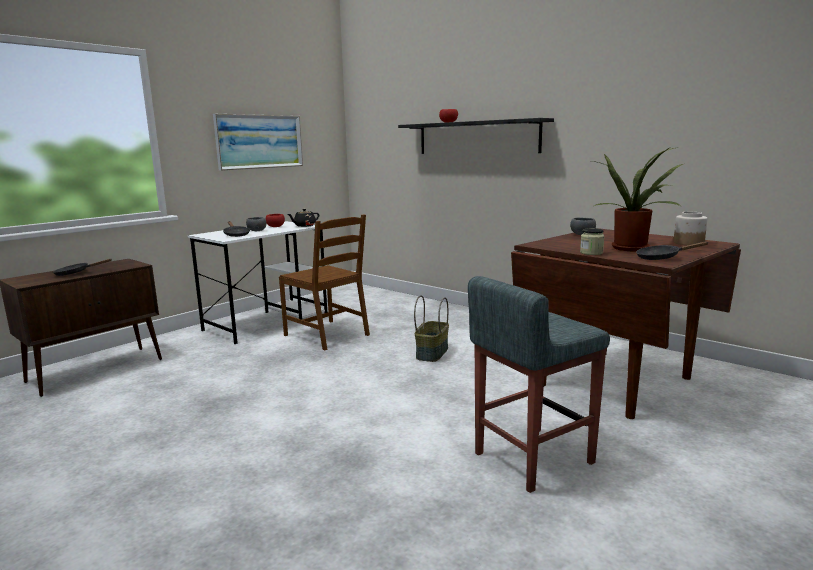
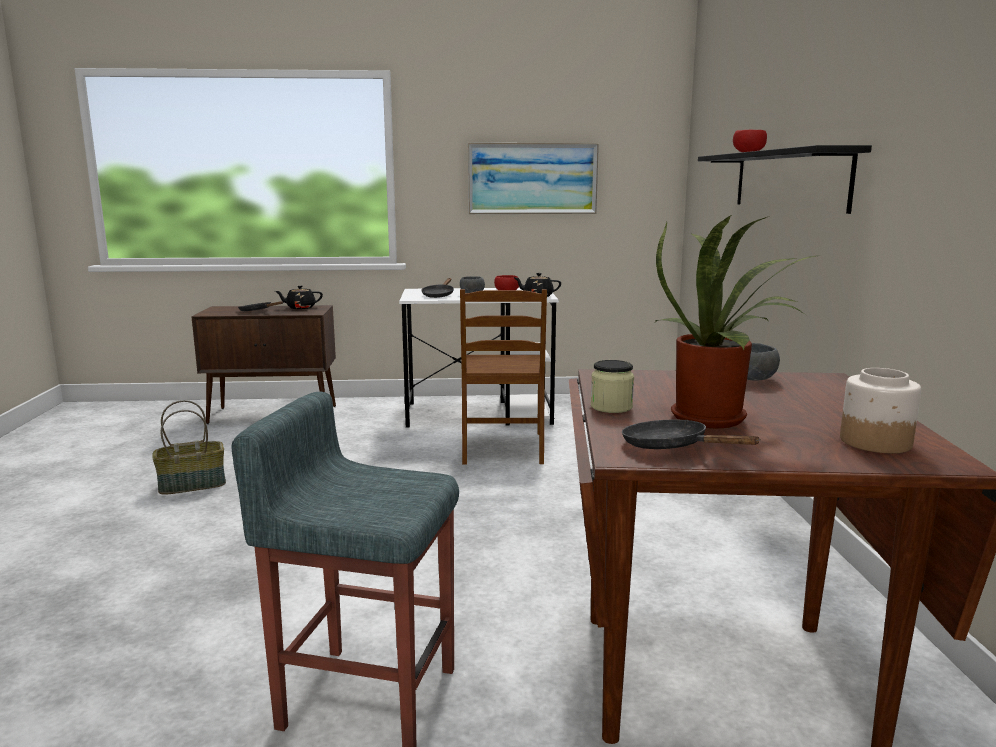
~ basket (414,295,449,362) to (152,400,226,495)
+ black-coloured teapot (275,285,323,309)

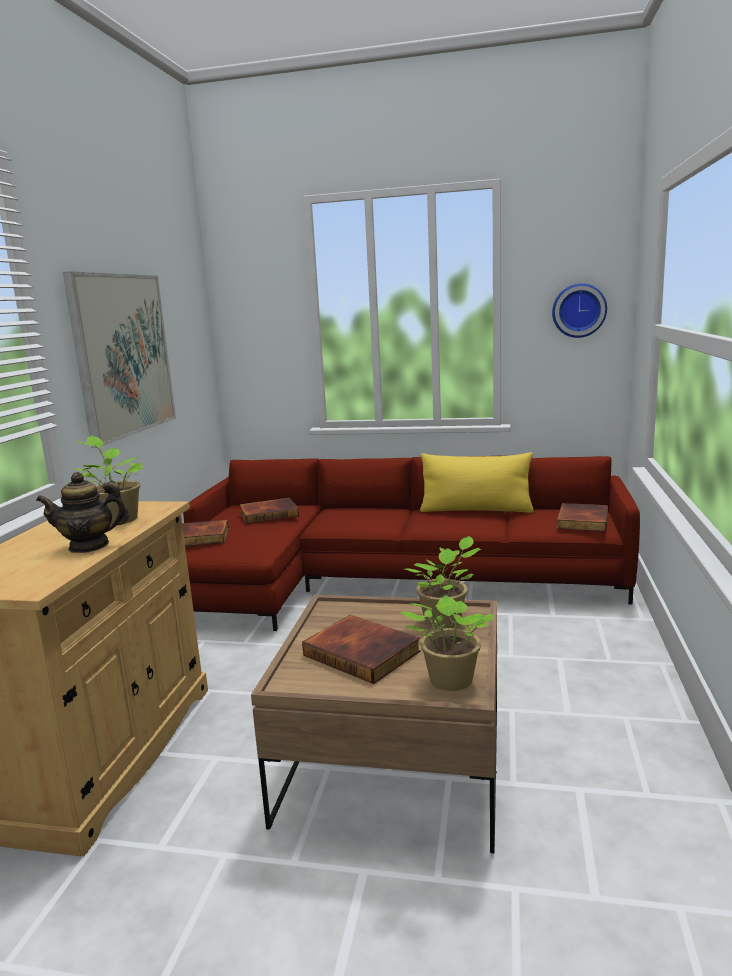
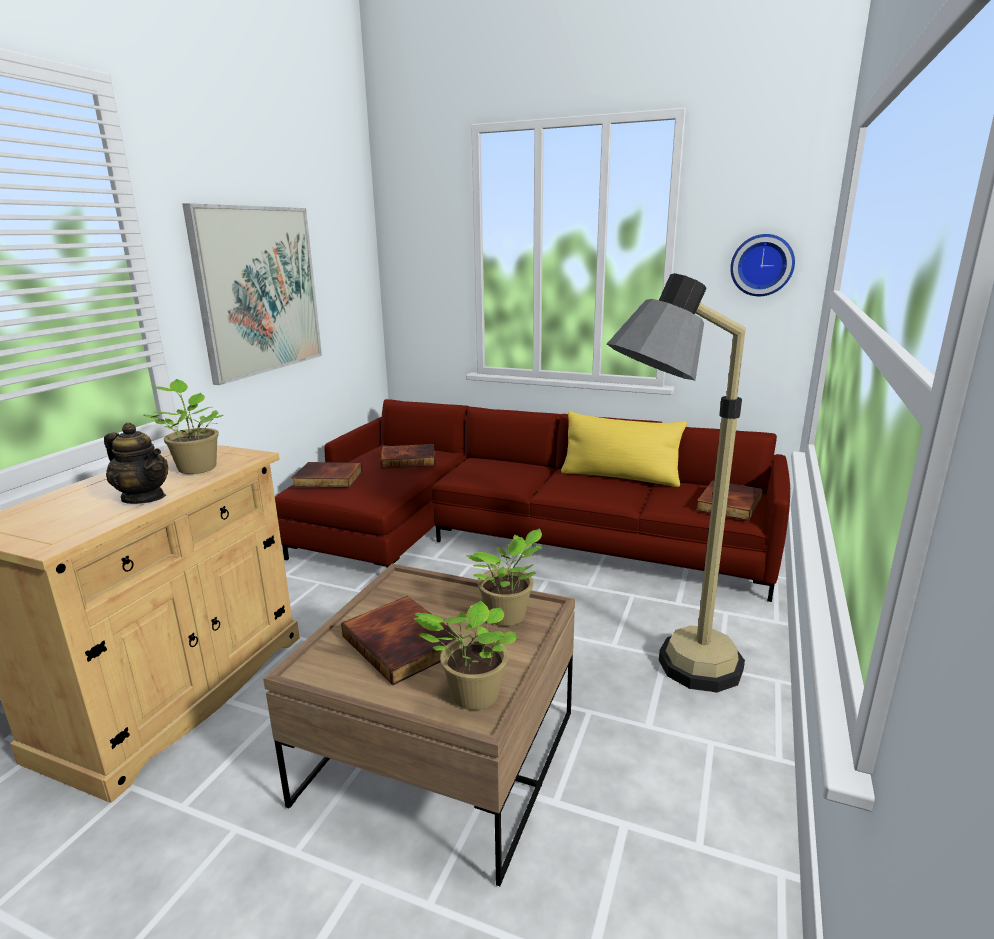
~ teapot (36,472,130,553) = (104,423,168,504) 150 degrees counterclockwise
+ standard lamp (607,273,746,693)

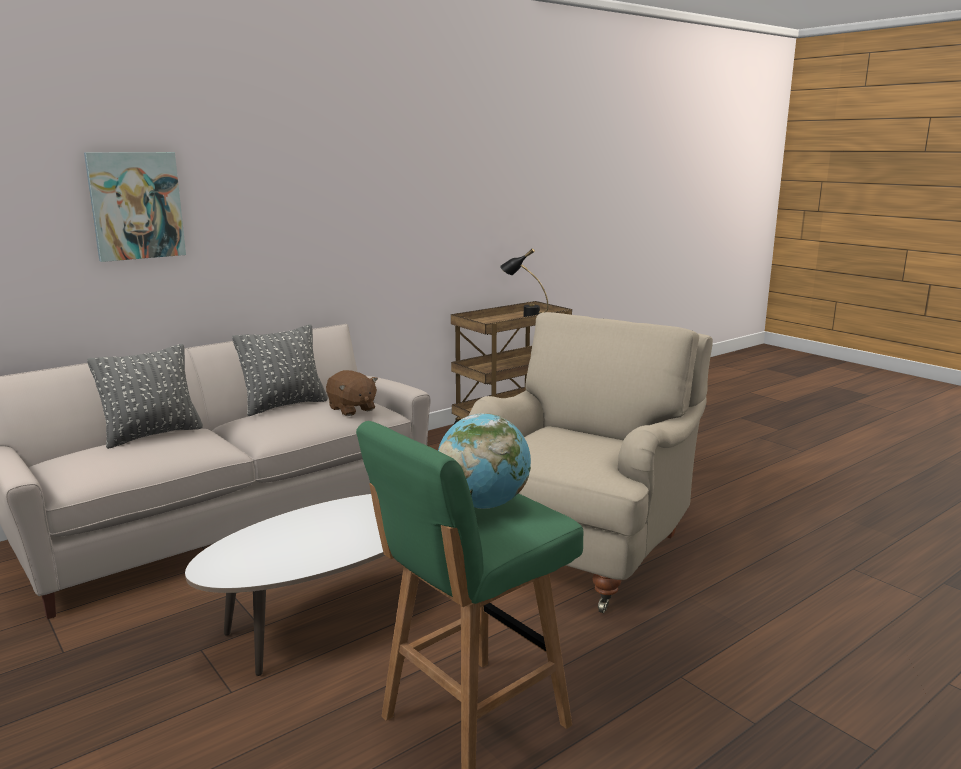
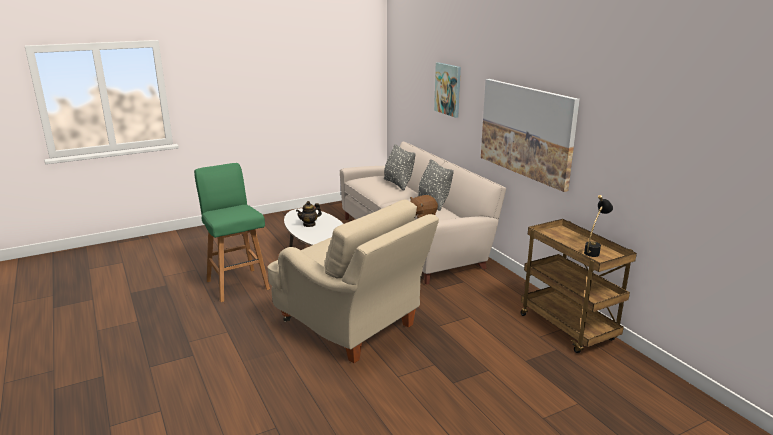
- desk globe (438,413,531,509)
+ picture (481,79,580,192)
+ teapot (296,201,322,227)

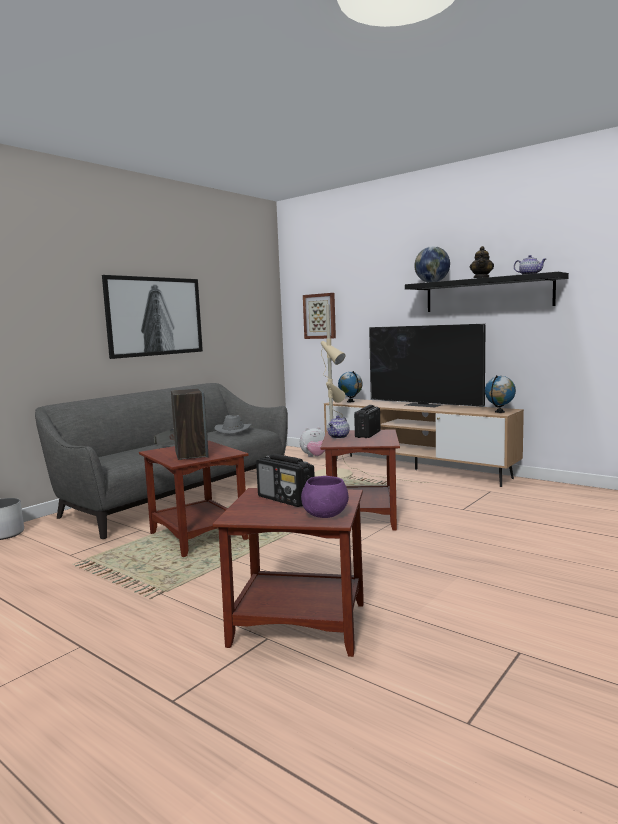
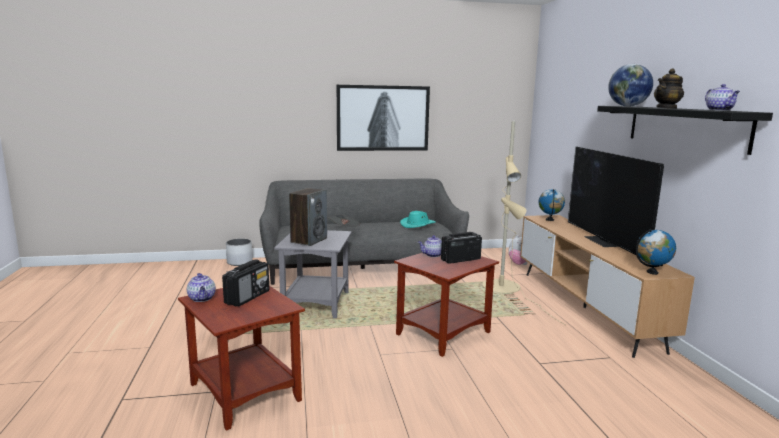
- picture (303,293,336,339)
~ greyish clothing hat (215,415,252,434) to turquoise-coloured clothing hat (400,211,436,228)
~ brownish end table (139,441,249,557) to greyish end table (274,230,352,318)
~ radio set (256,454,315,507) = (222,259,269,306) 150 degrees counterclockwise
- purple serving bowl (301,476,349,518)
+ teapot (187,273,216,302)

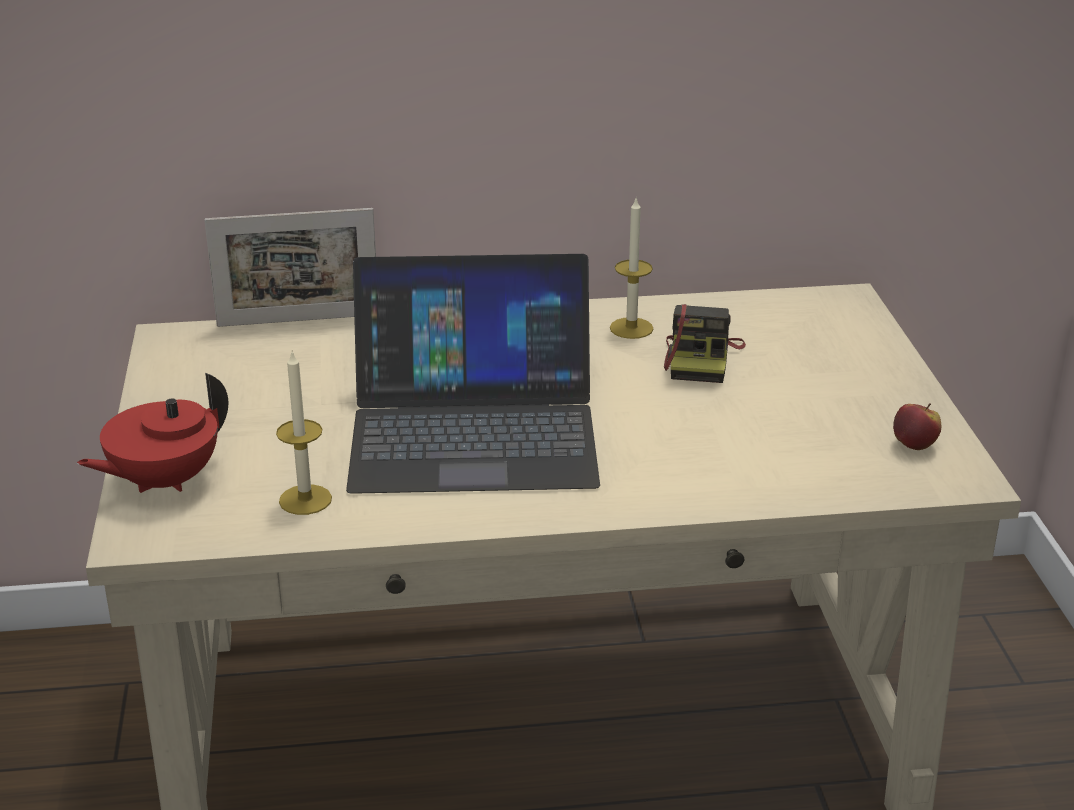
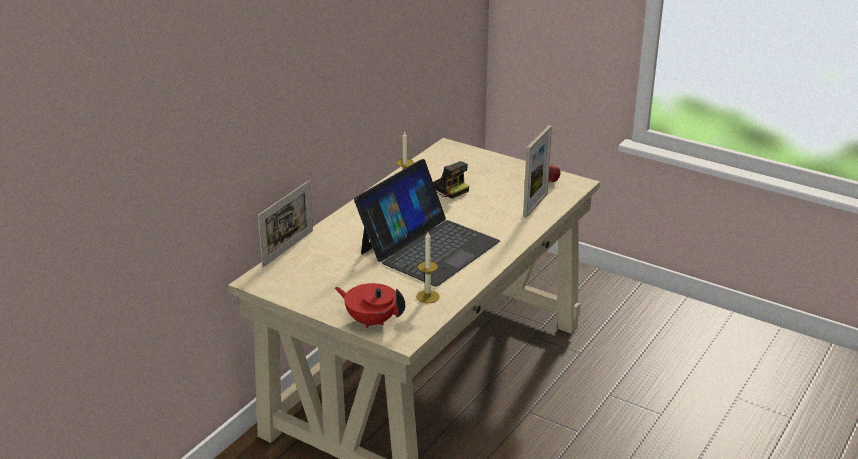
~ red teapot (77,373,228,493) = (335,283,405,328) 120 degrees clockwise
+ standing frame (523,125,552,218)

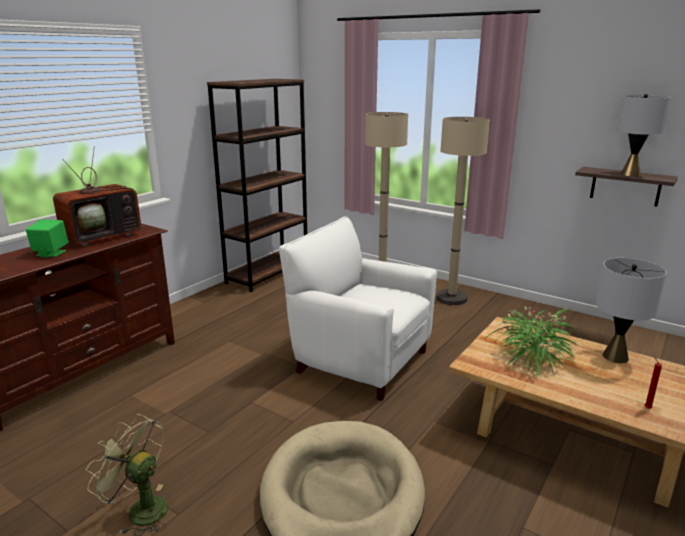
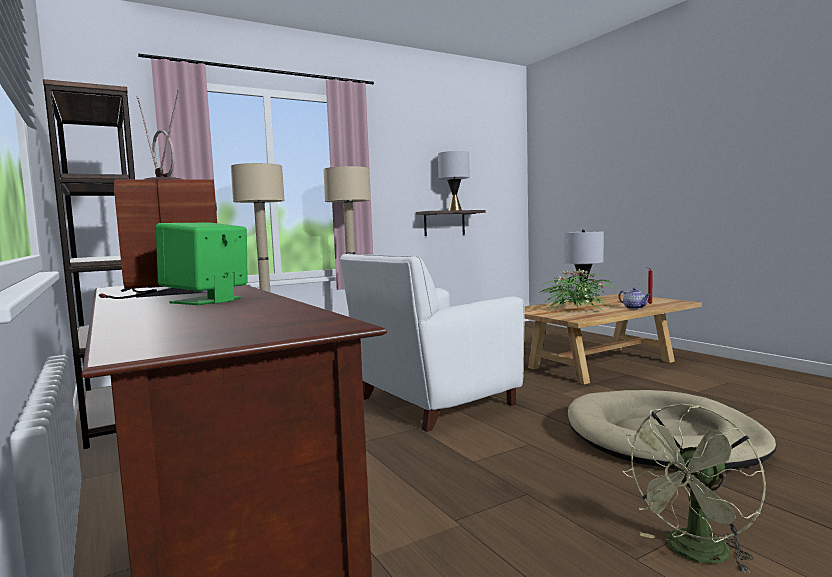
+ teapot (619,288,651,309)

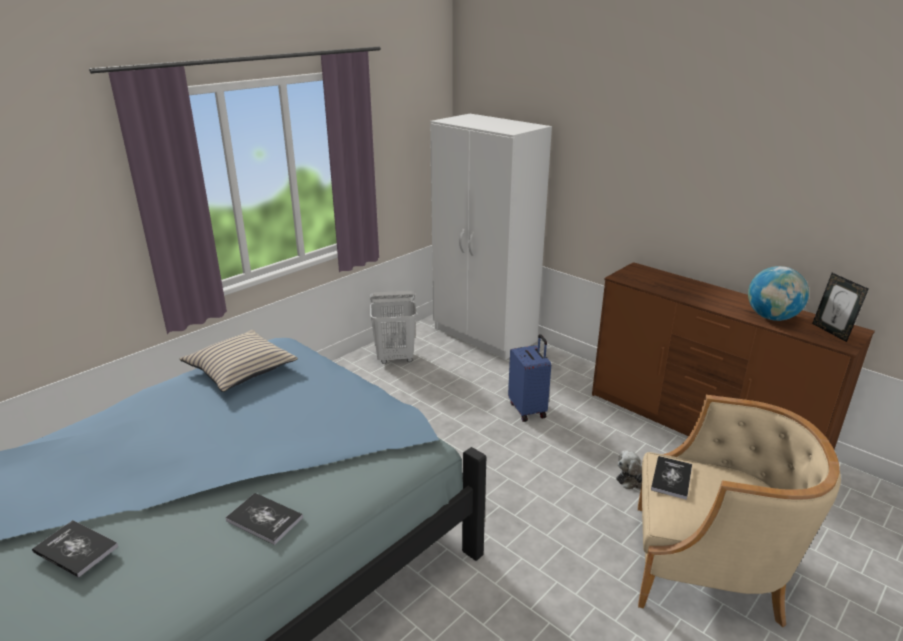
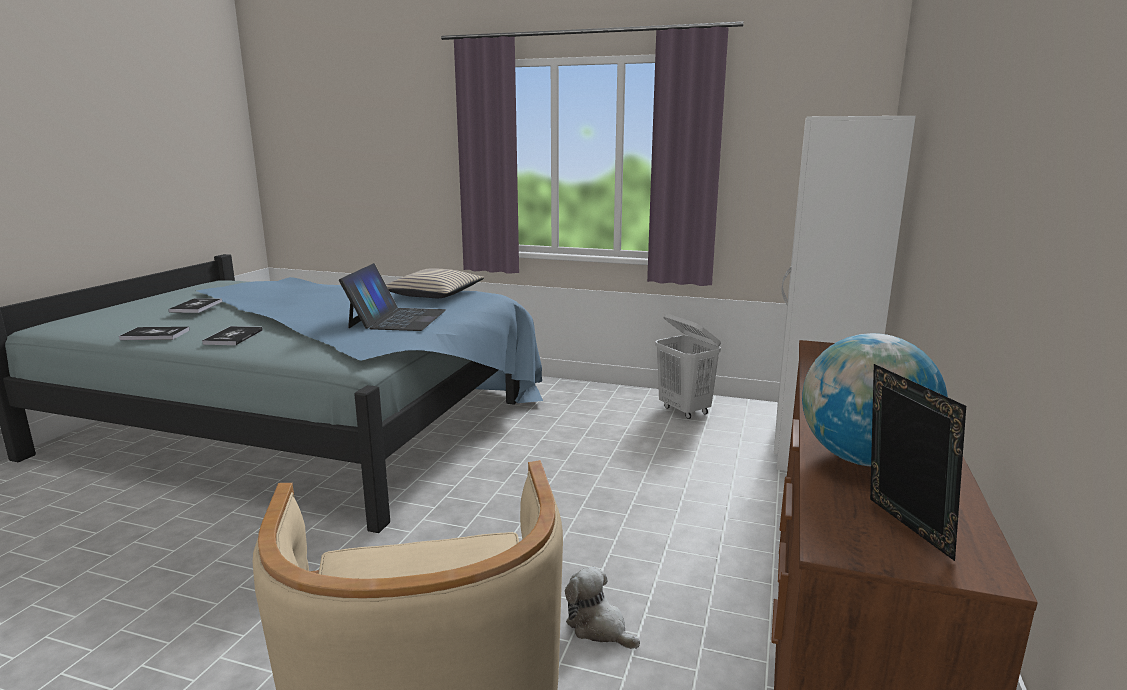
~ standing frame (812,273,869,342) = (870,364,966,561) 120 degrees clockwise
- blue-coloured suitcase (508,334,551,422)
~ book (651,456,692,500) to (119,327,189,340)
+ notebook computer (339,263,446,331)

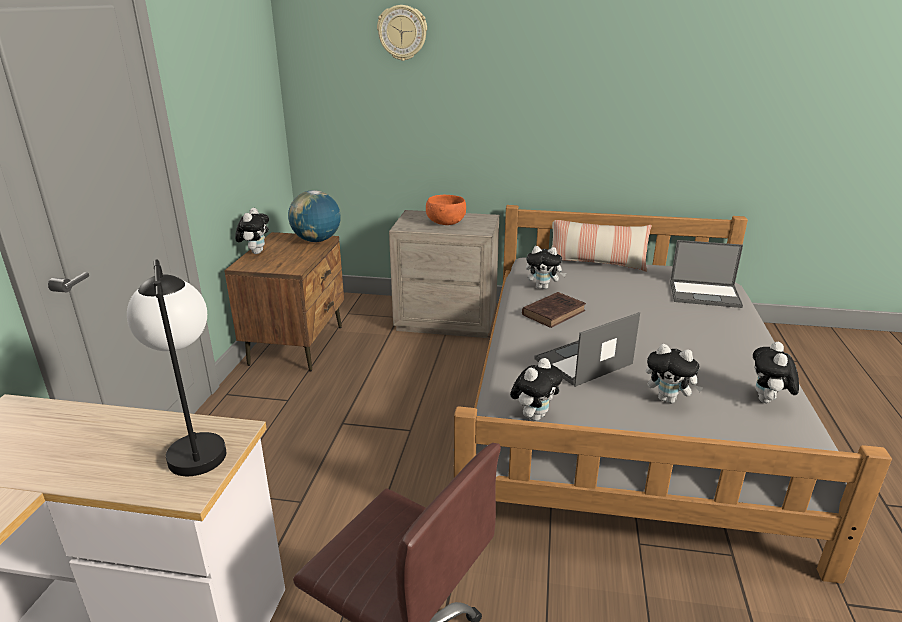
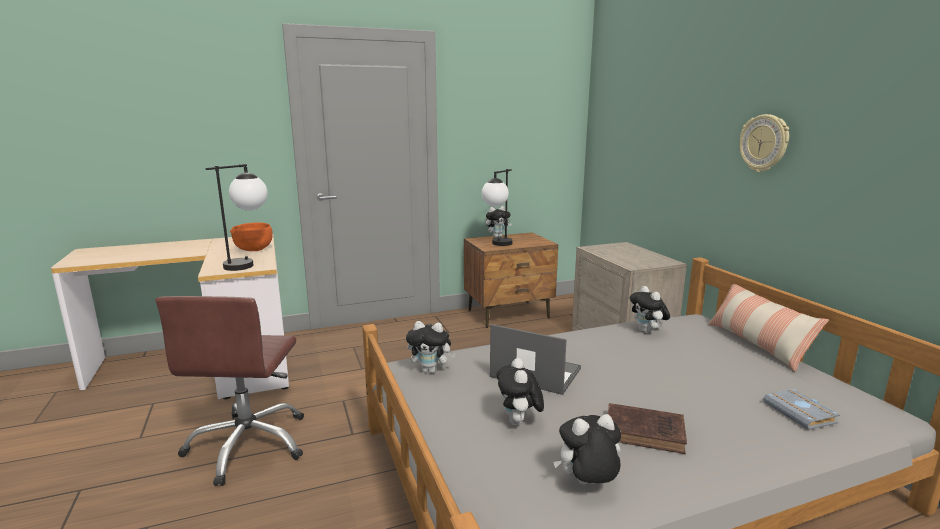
~ wall clock (377,5,427,61) to (739,114,789,172)
- desk globe (288,190,341,242)
~ orange-coloured serving bowl (426,195,466,225) to (230,222,273,251)
~ notebook computer (670,240,743,308) to greyish book (763,389,840,430)
~ brownish book (522,292,586,328) to (608,403,687,454)
+ lamp for a table (482,169,513,246)

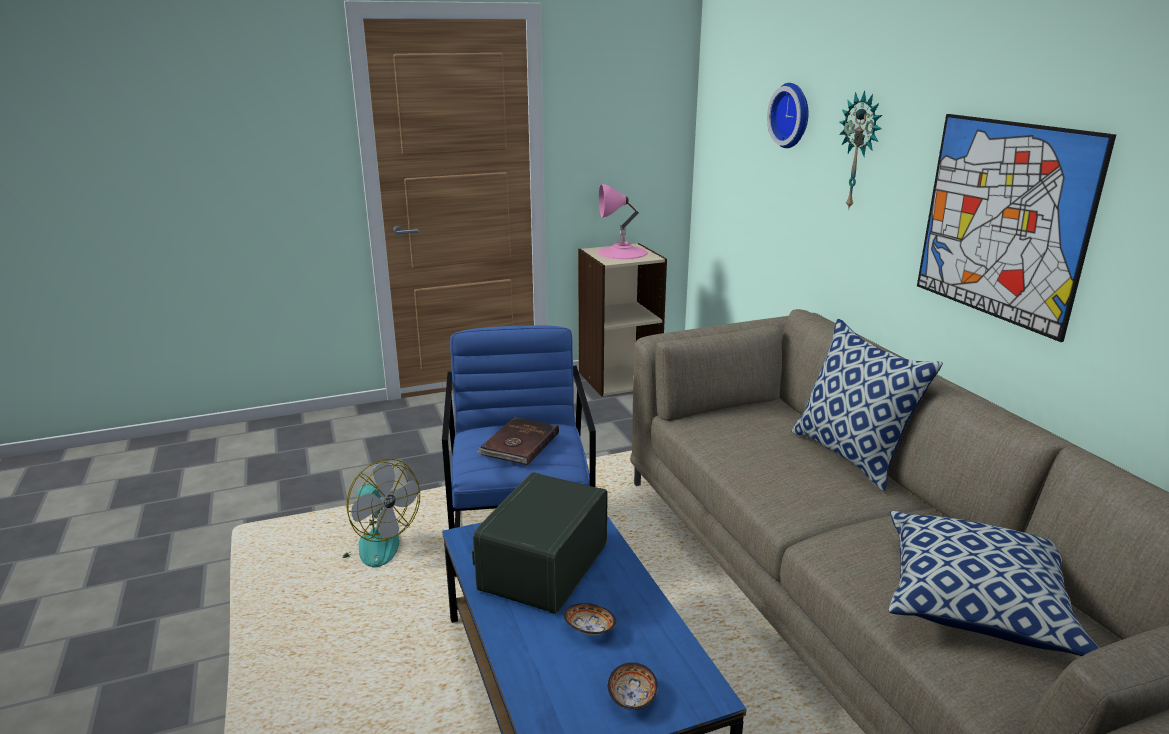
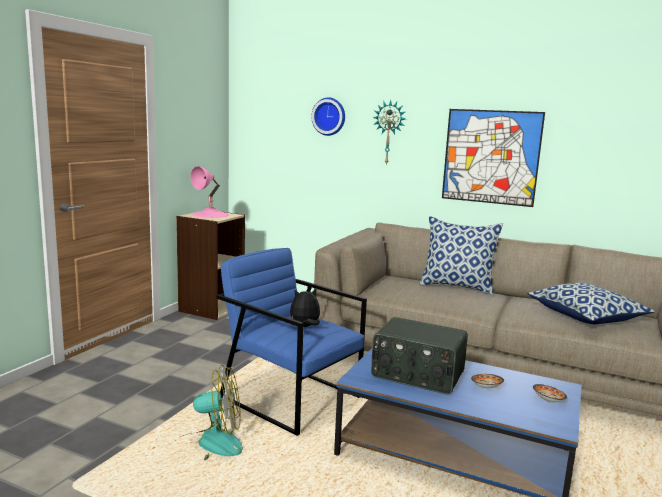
~ brownish book (477,417,559,465) to soft toy (290,289,320,327)
~ radio set (472,472,608,614) = (371,317,468,395) 45 degrees counterclockwise

